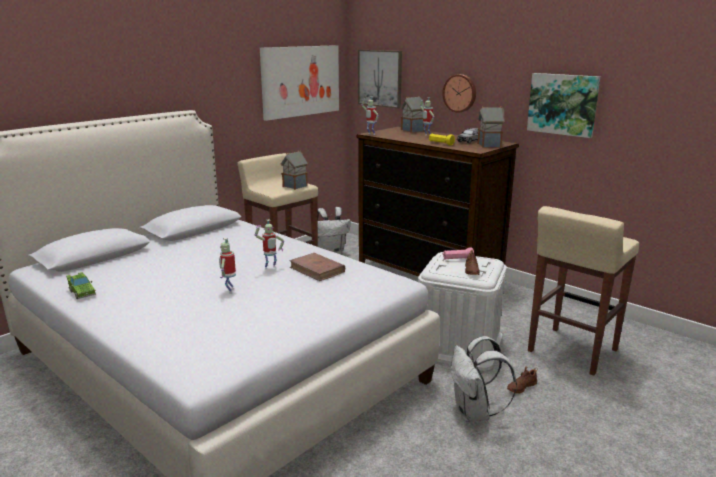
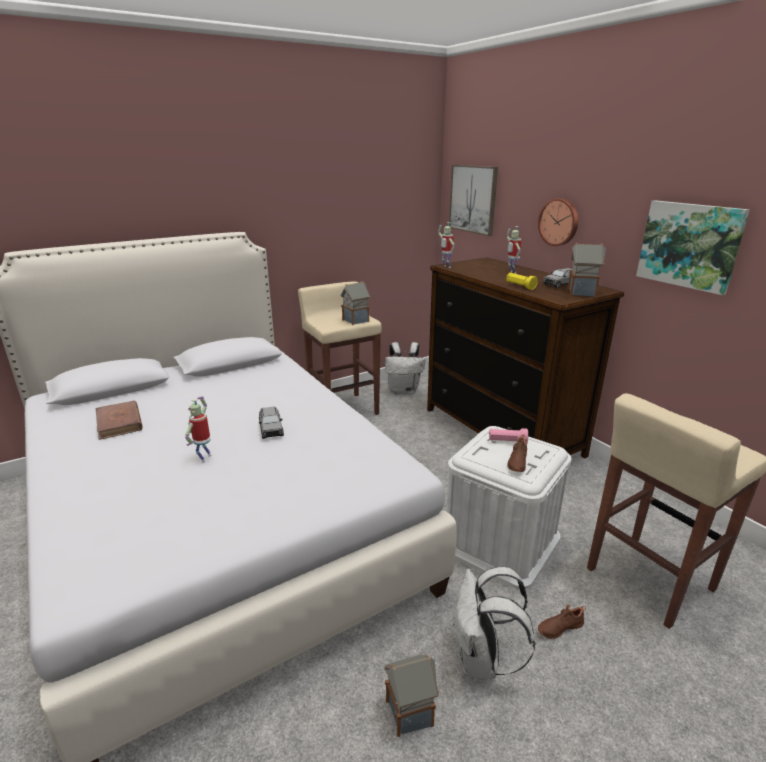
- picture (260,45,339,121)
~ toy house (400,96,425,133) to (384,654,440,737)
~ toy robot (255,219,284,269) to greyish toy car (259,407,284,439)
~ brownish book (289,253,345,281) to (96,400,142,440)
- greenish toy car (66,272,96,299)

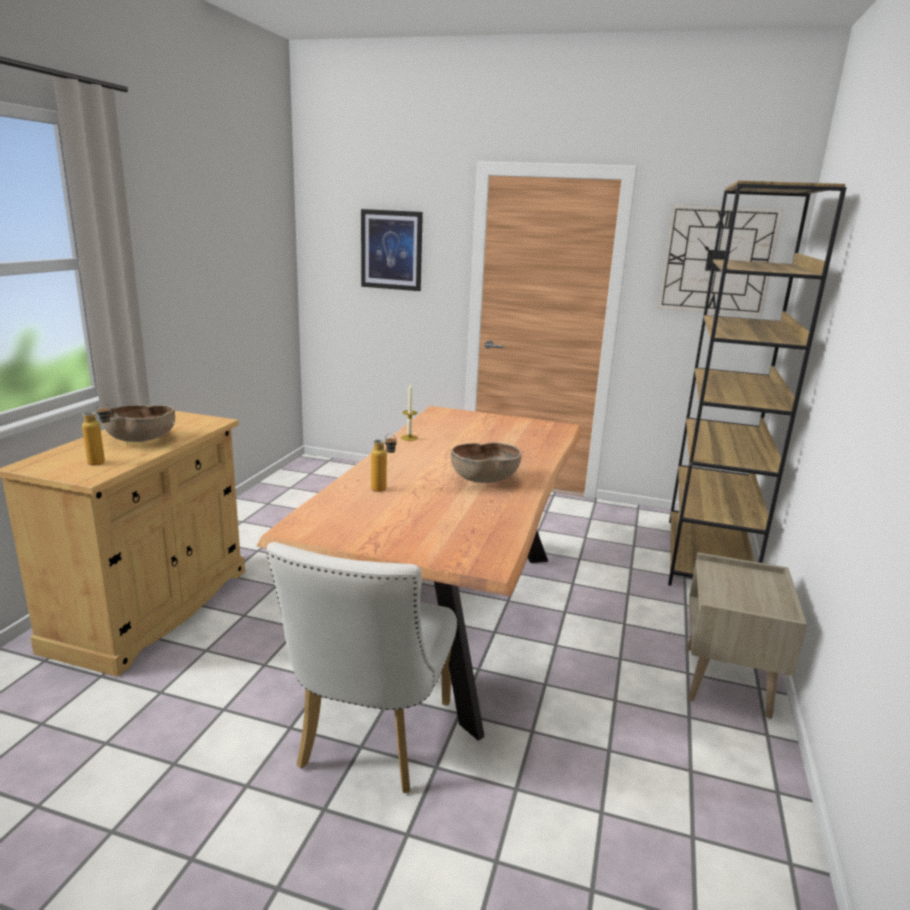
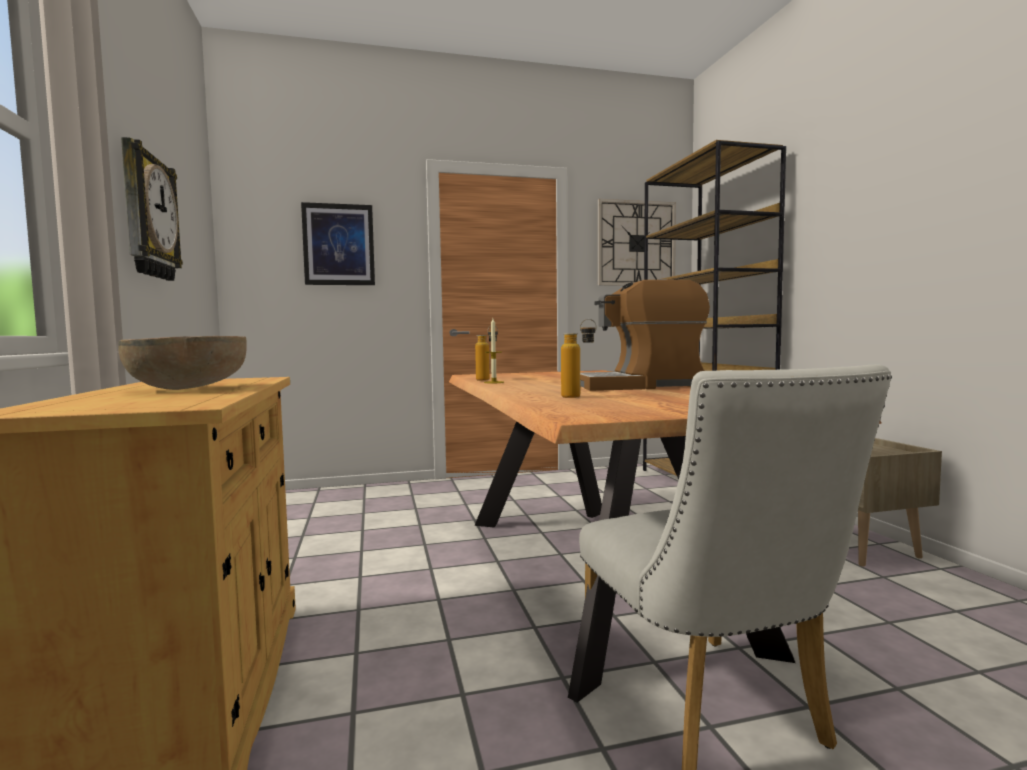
~ drink bottle (82,403,111,465) to (475,326,498,381)
~ brownish serving bowl (451,442,522,483) to coffee brewer (580,279,710,391)
+ wall clock (121,137,183,281)

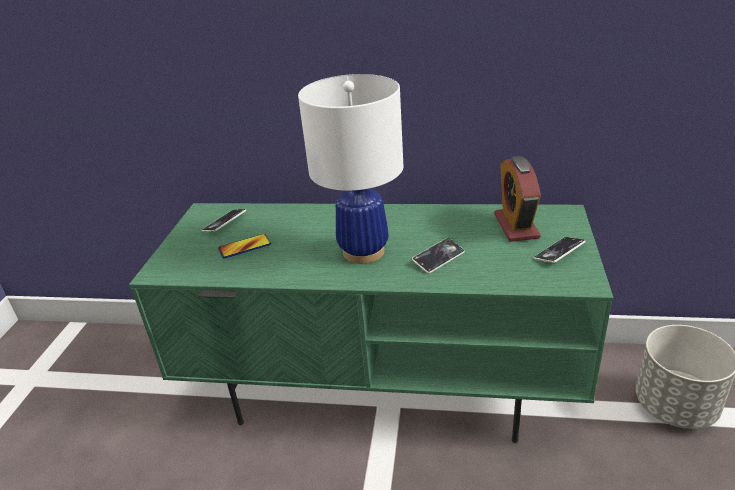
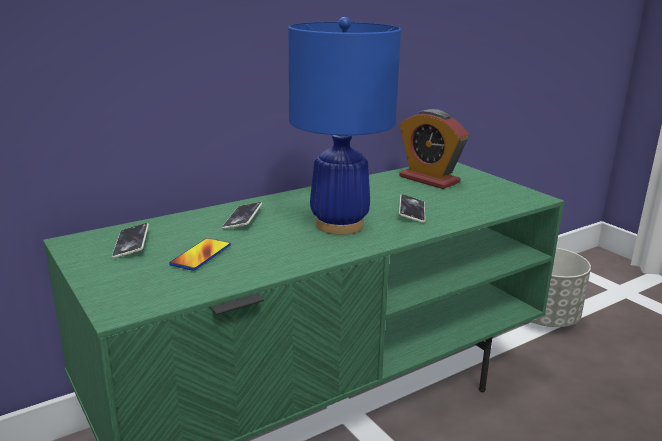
~ white lamp for a table (298,74,403,264) to blue-coloured lamp for a table (288,17,401,235)
~ handset (534,237,586,263) to (222,202,262,229)

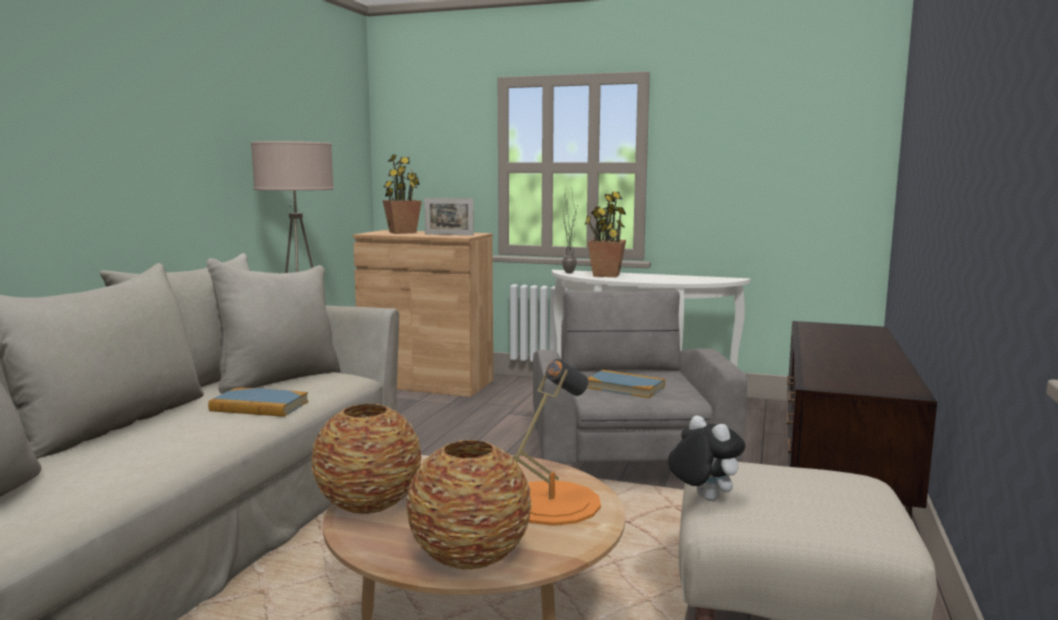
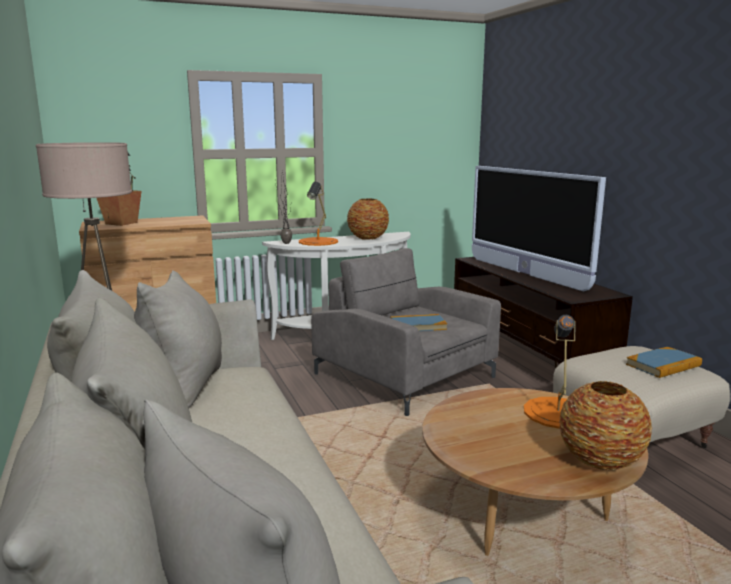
~ houseplant (585,192,626,277) to orange-coloured lamp for a table (299,182,338,246)
- standing frame (424,198,474,235)
~ book (208,387,309,417) to (626,347,702,378)
~ vase (311,404,422,514) to (347,198,389,240)
- soft toy (668,415,745,501)
+ TV set (472,166,606,291)

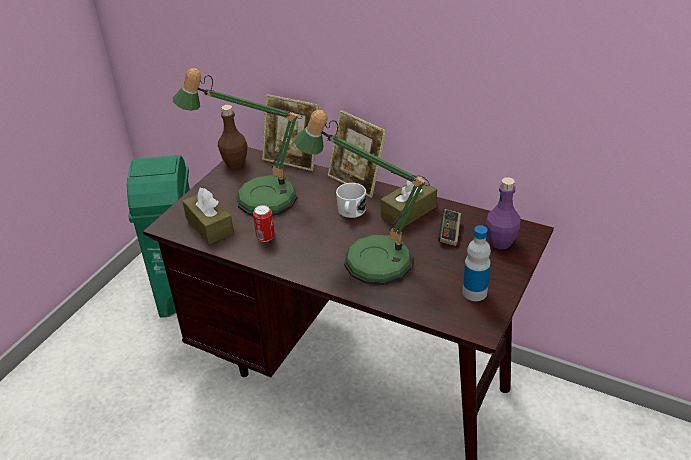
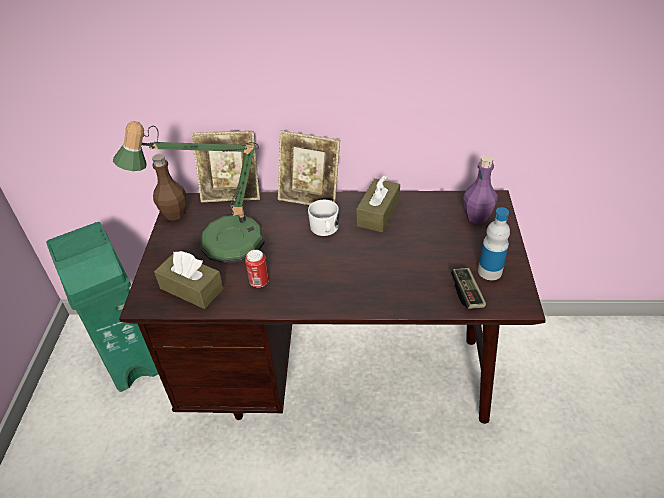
- lamp for a table (294,110,430,285)
~ gamepad (438,209,461,246) to (451,268,486,309)

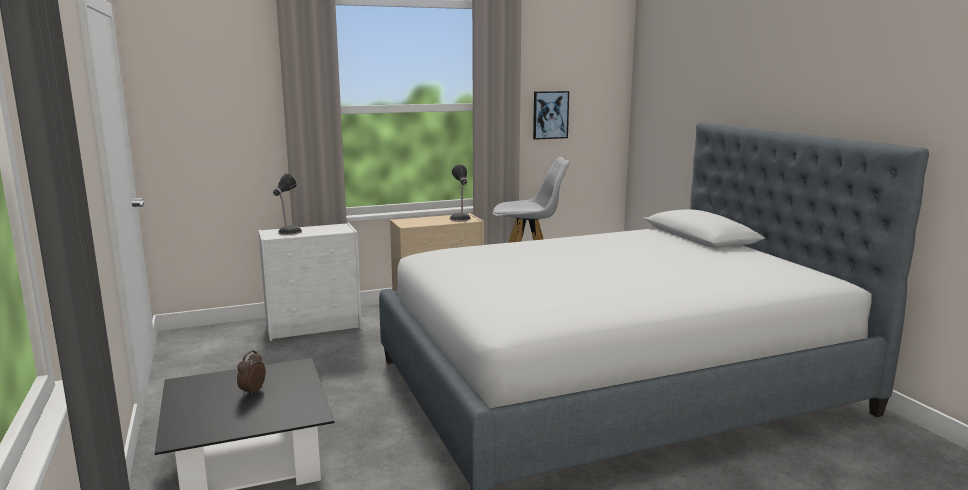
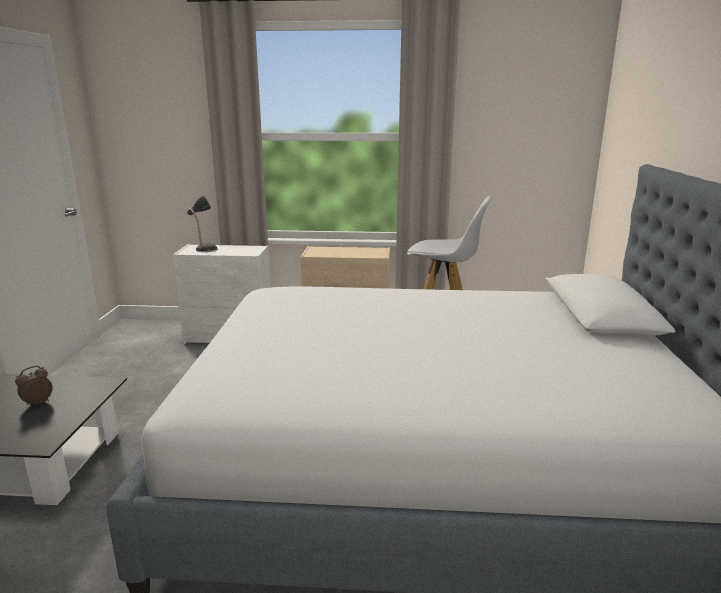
- picture (533,91,569,140)
- lamp for a table (450,164,471,221)

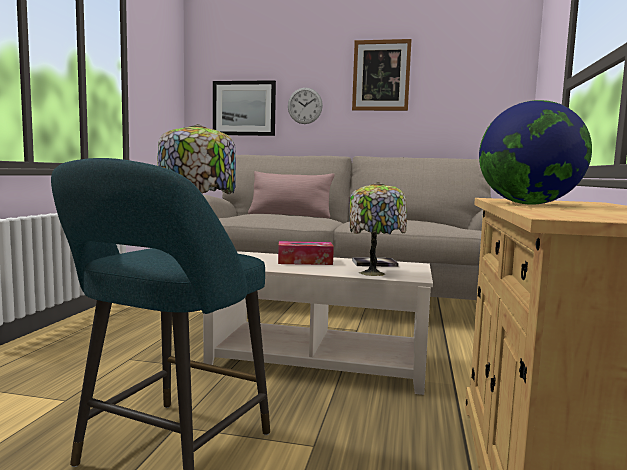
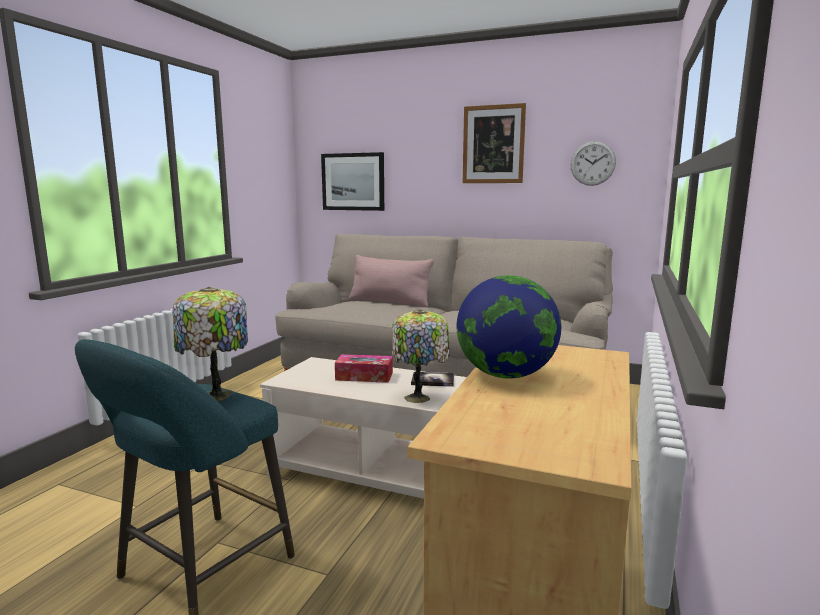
~ wall clock (288,87,323,124) to (571,141,616,186)

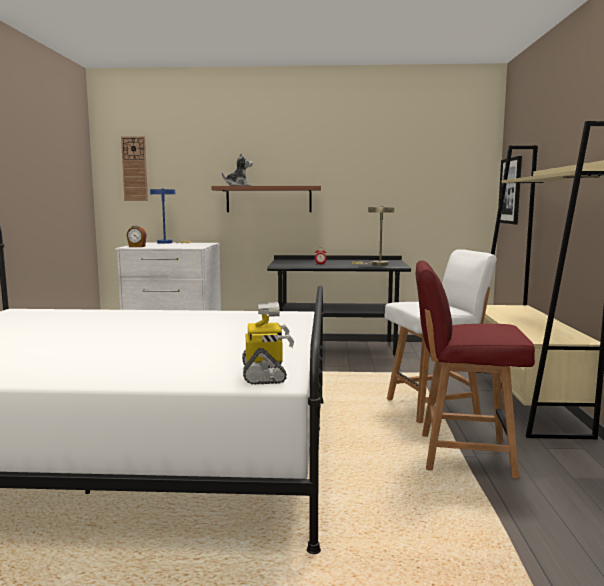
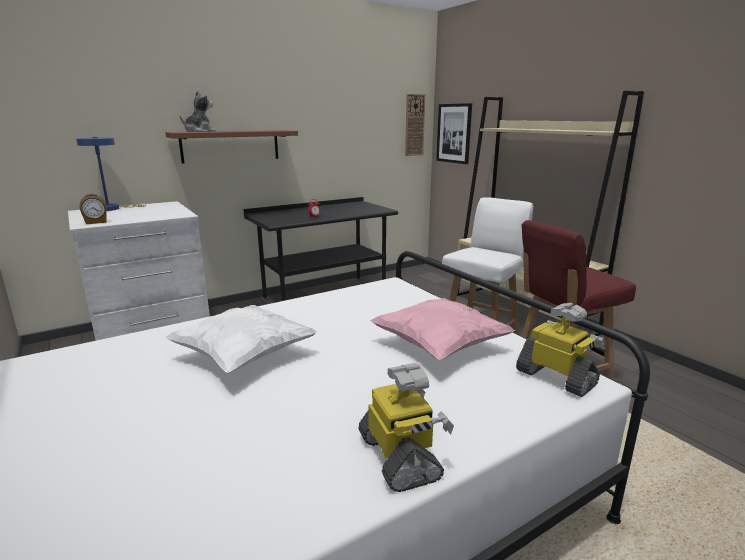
~ wall clock (121,136,148,201) to (405,94,425,156)
- sand-coloured lamp for a table (351,206,395,266)
+ pinkish pillow (370,298,515,360)
+ white pillow (164,305,317,373)
+ toy robot (359,363,454,492)

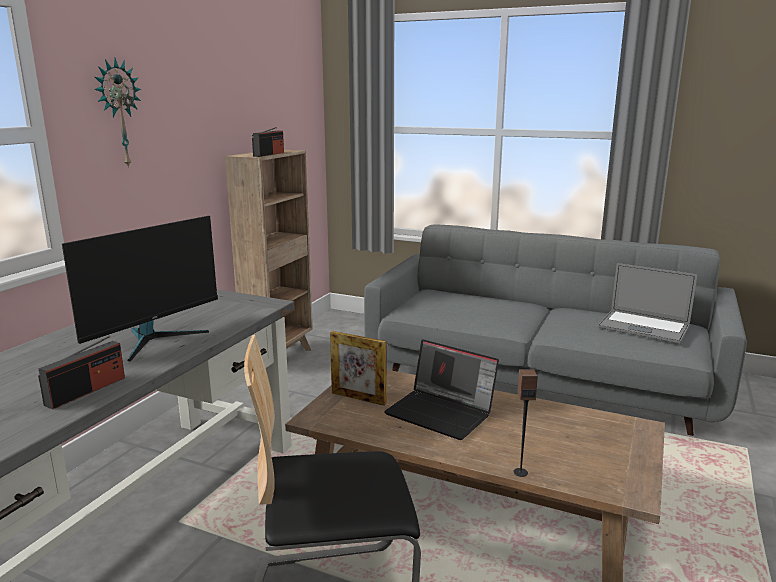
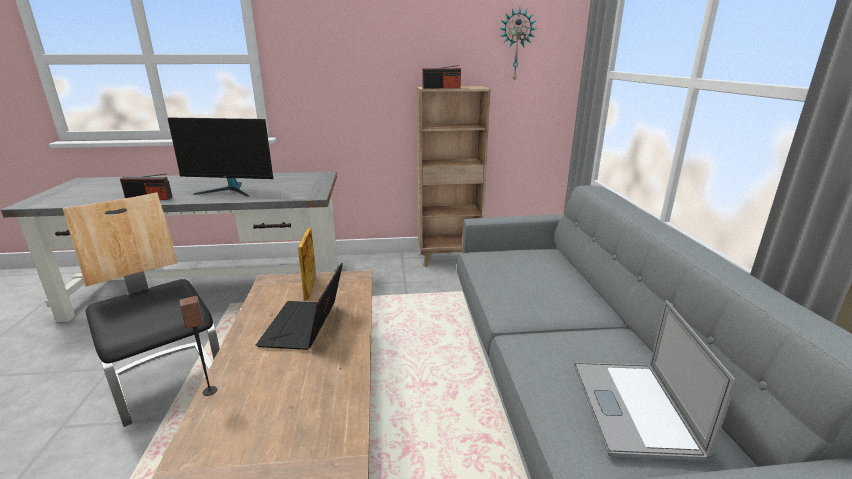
~ wall clock (94,58,141,168) to (500,8,536,82)

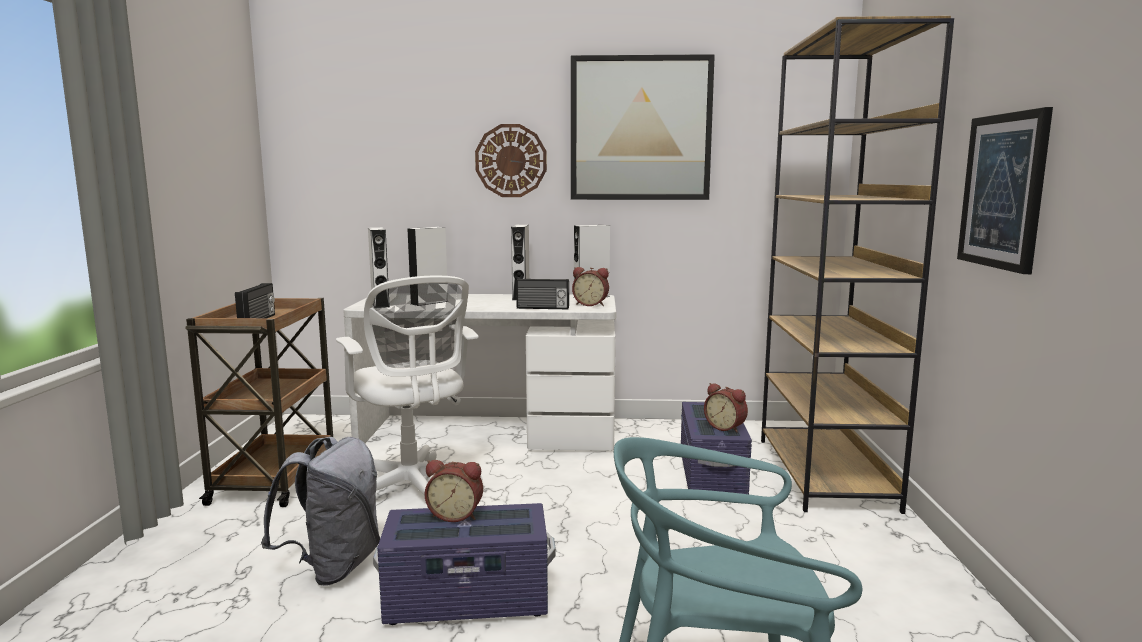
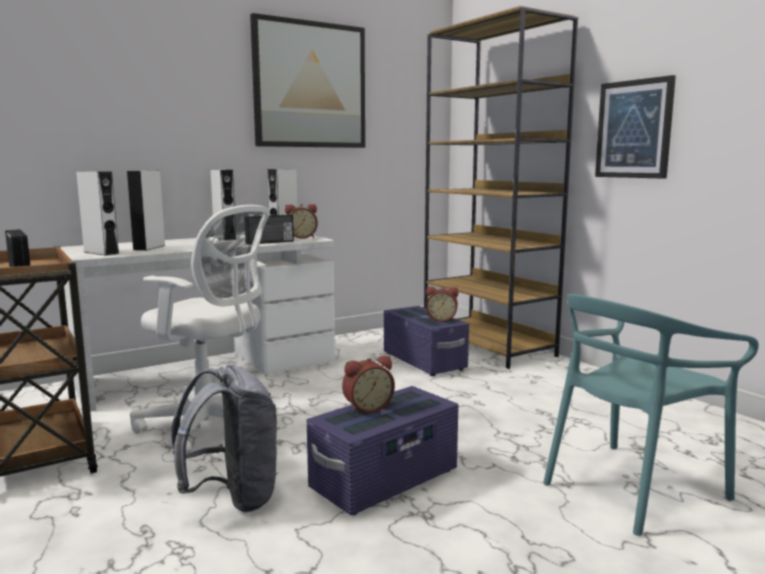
- wall clock (475,124,547,197)

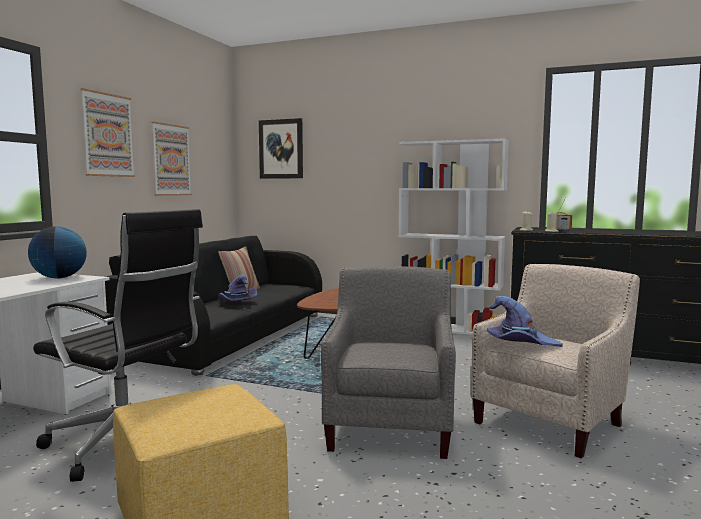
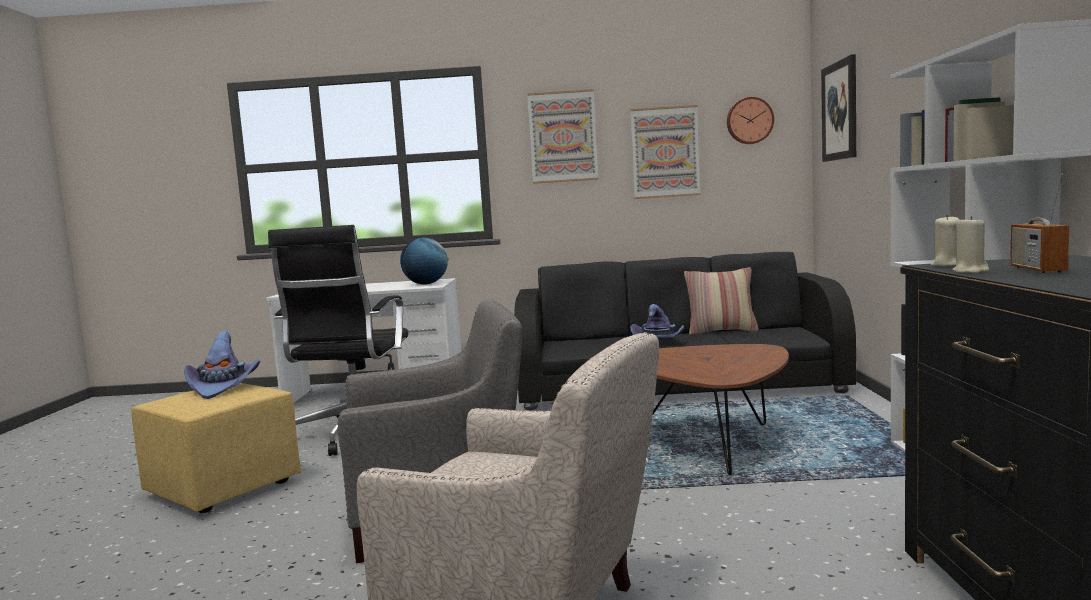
~ purple clothing hat (487,296,563,347) to (184,331,260,399)
+ wall clock (727,97,774,144)

